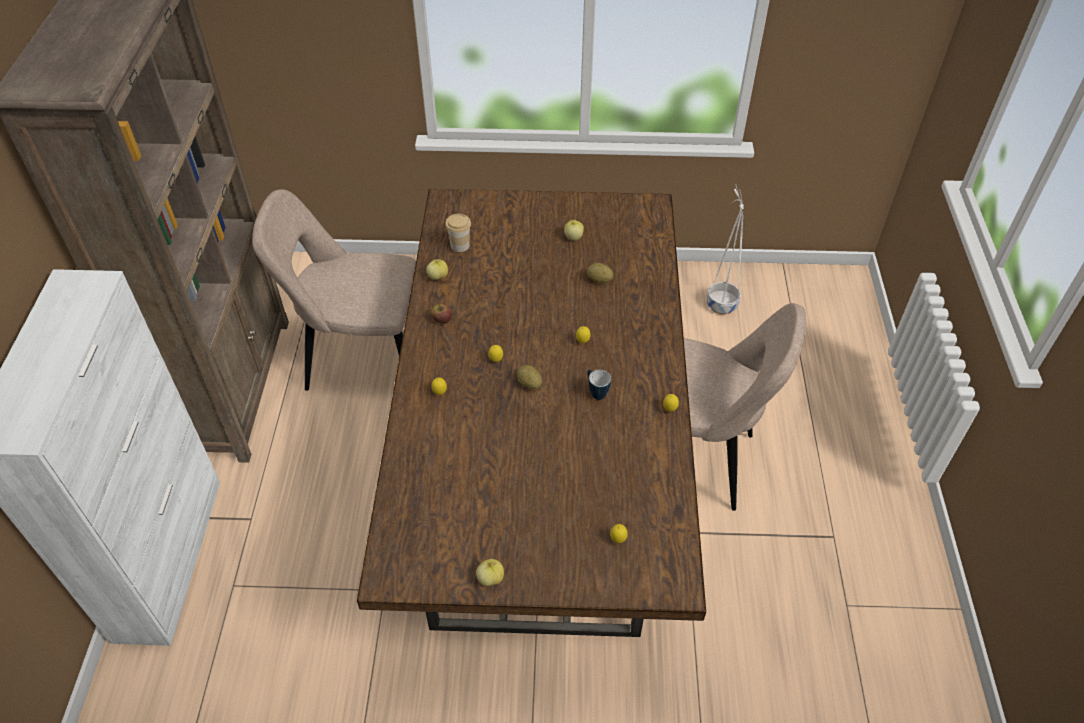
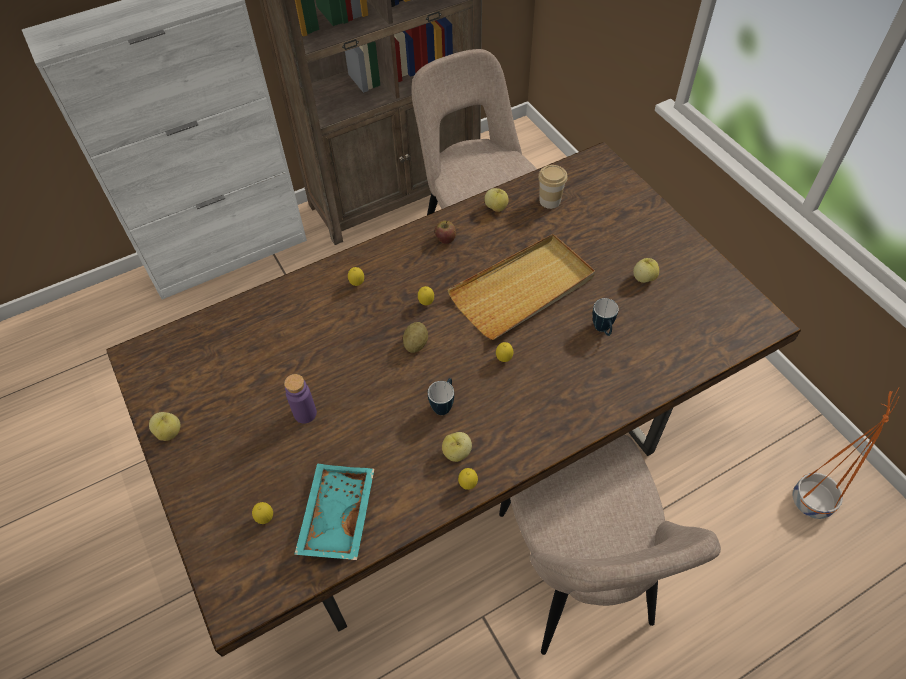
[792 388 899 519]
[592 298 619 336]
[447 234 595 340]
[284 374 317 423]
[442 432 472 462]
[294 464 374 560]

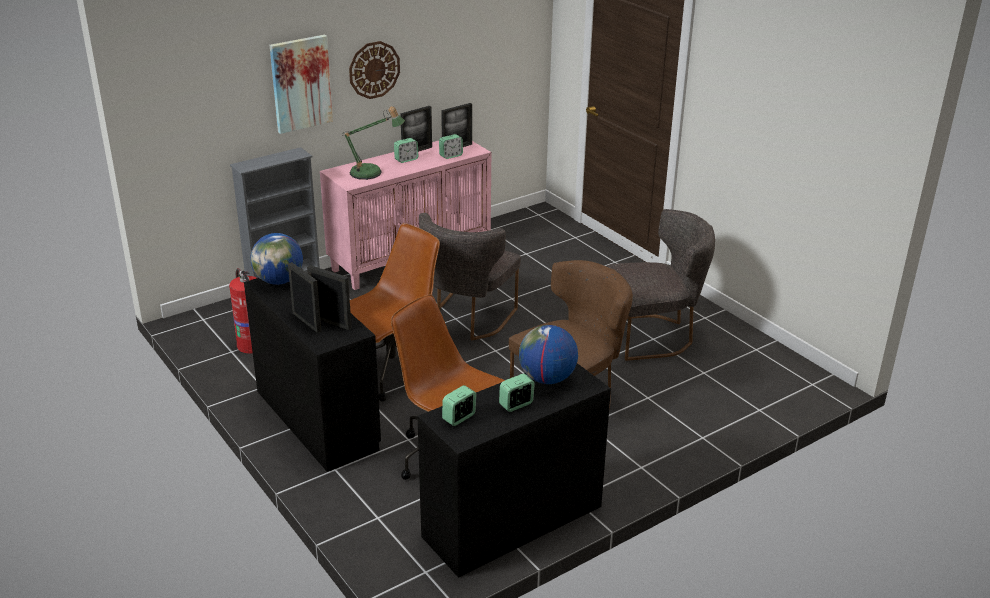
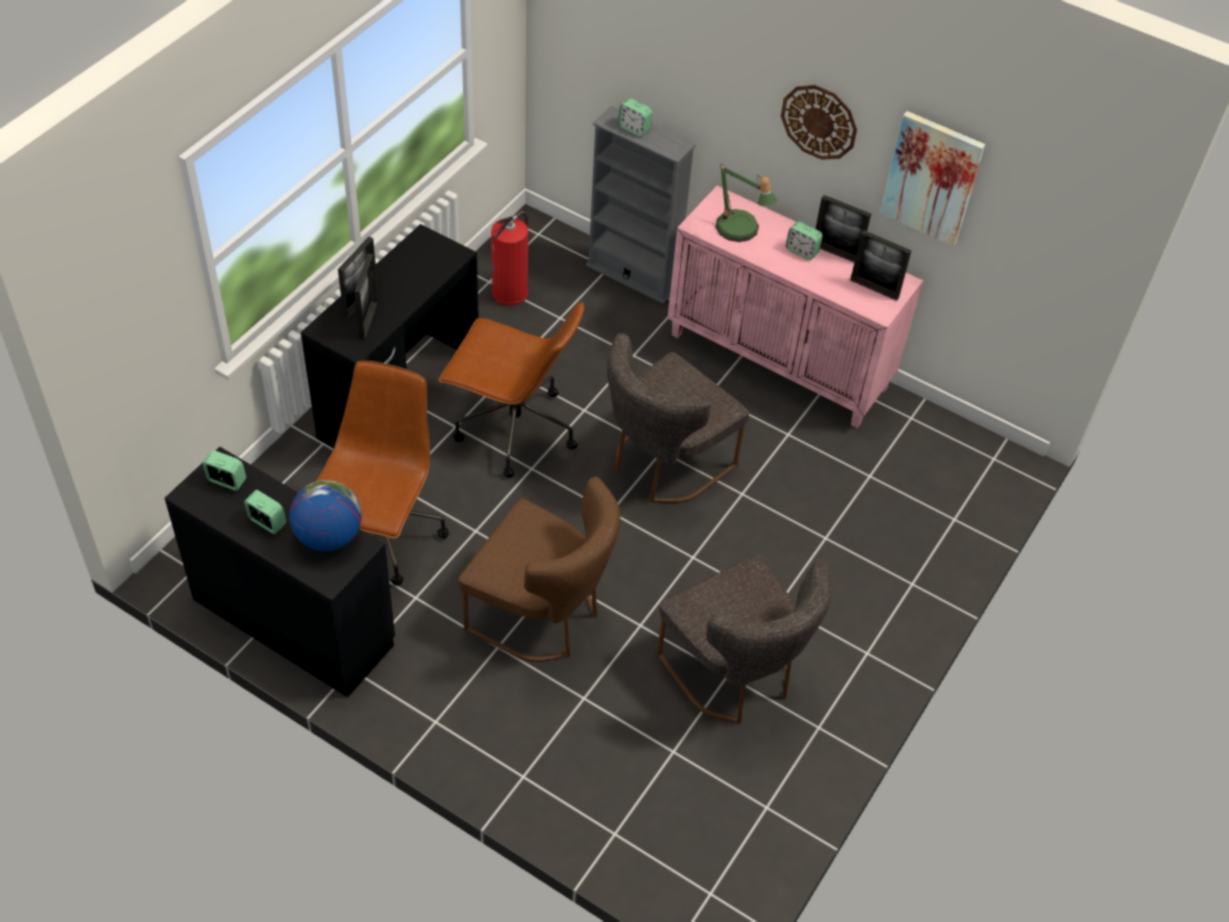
[880 111 985 246]
[618 98 652 137]
[607 333 749 503]
[250 233 303 285] (first image)

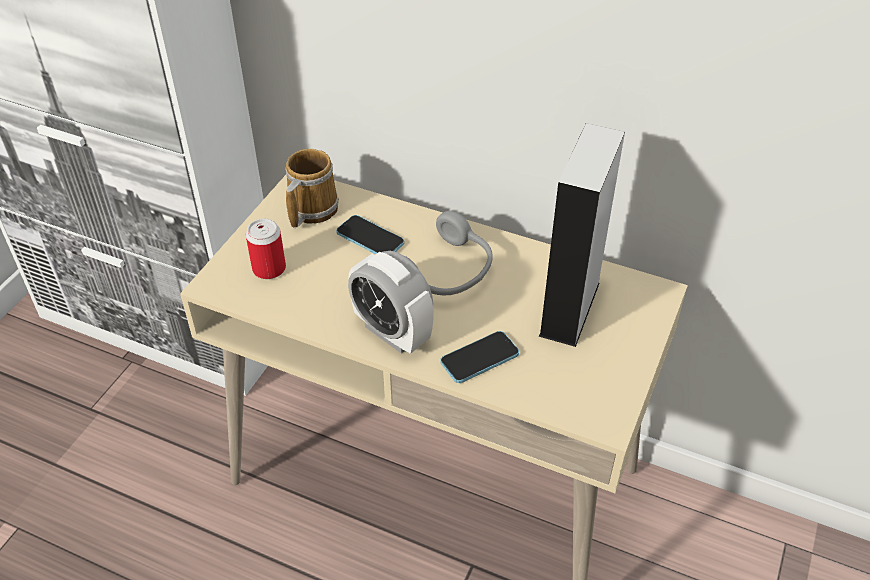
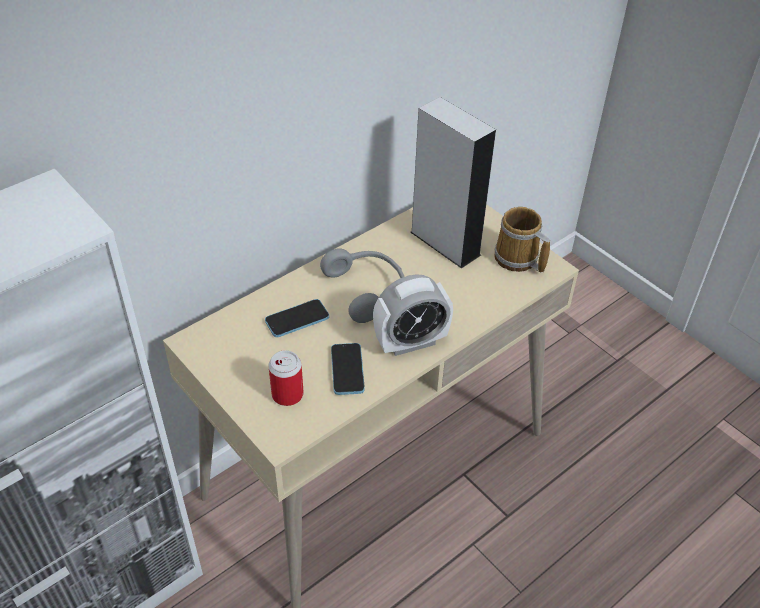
[494 207 550 273]
[331 343 365 395]

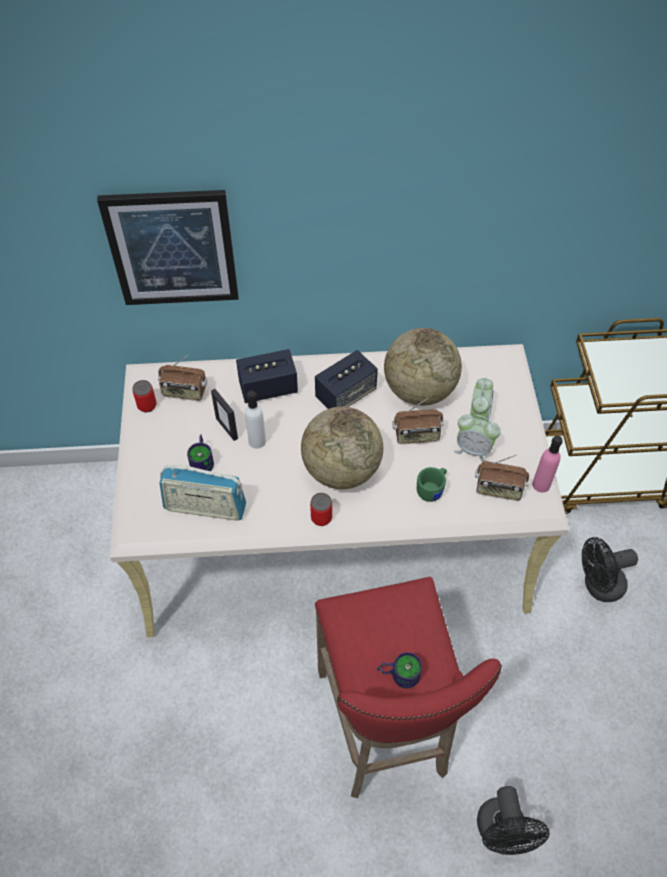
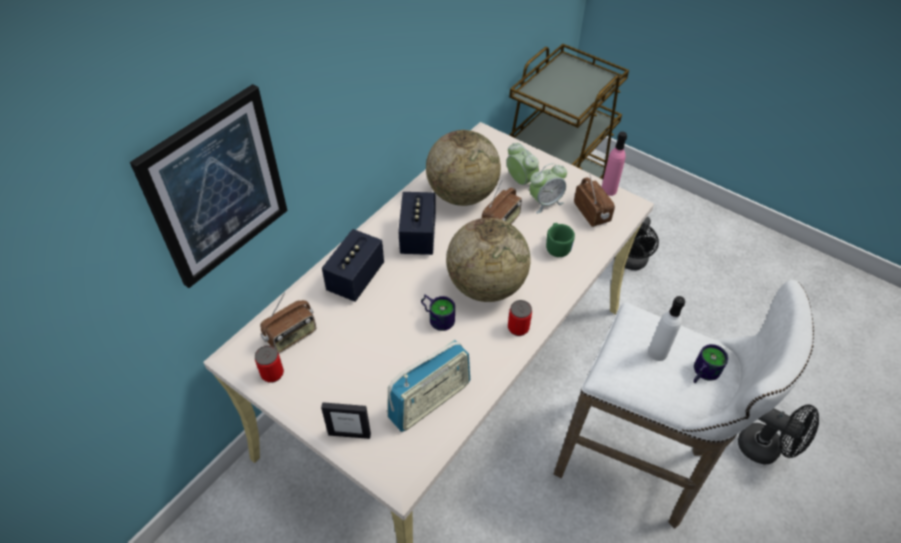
[321 402 371 439]
[648 296 685 361]
[421 294 455 331]
[574 174 615 227]
[554 280 814 529]

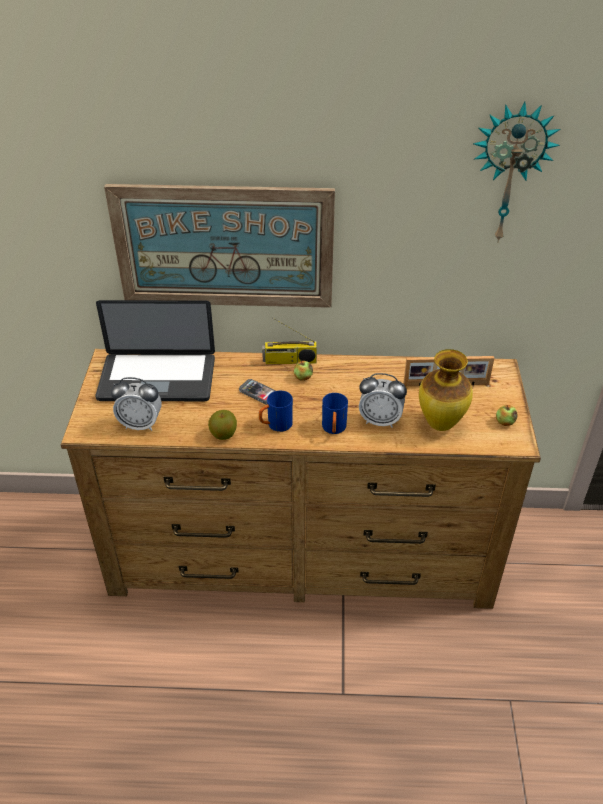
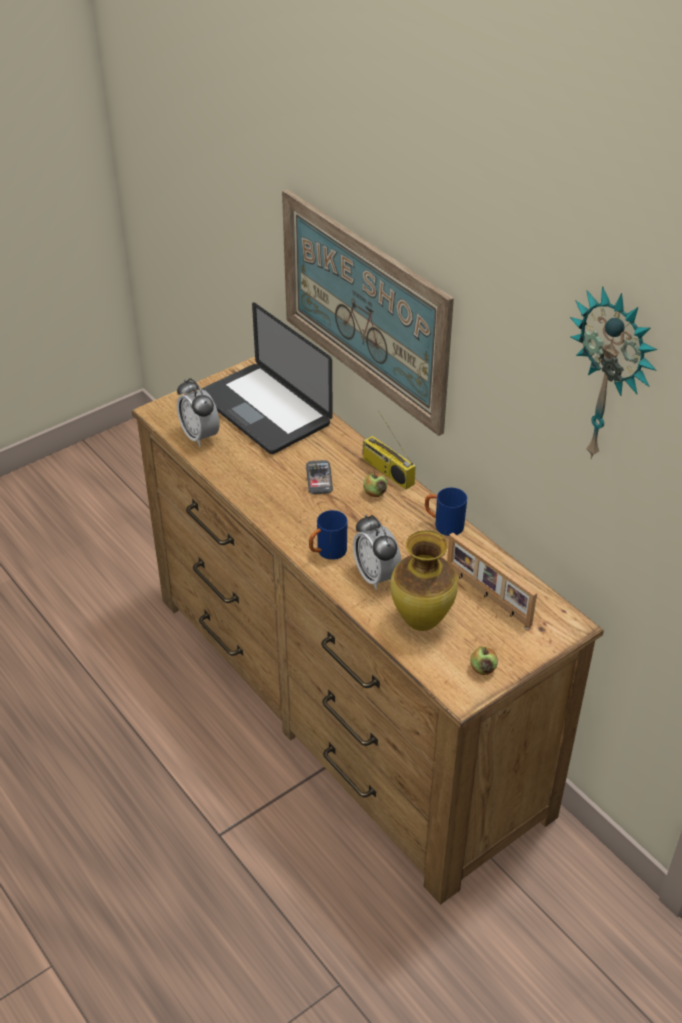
[425 487 467 536]
[208 410 237 440] (first image)

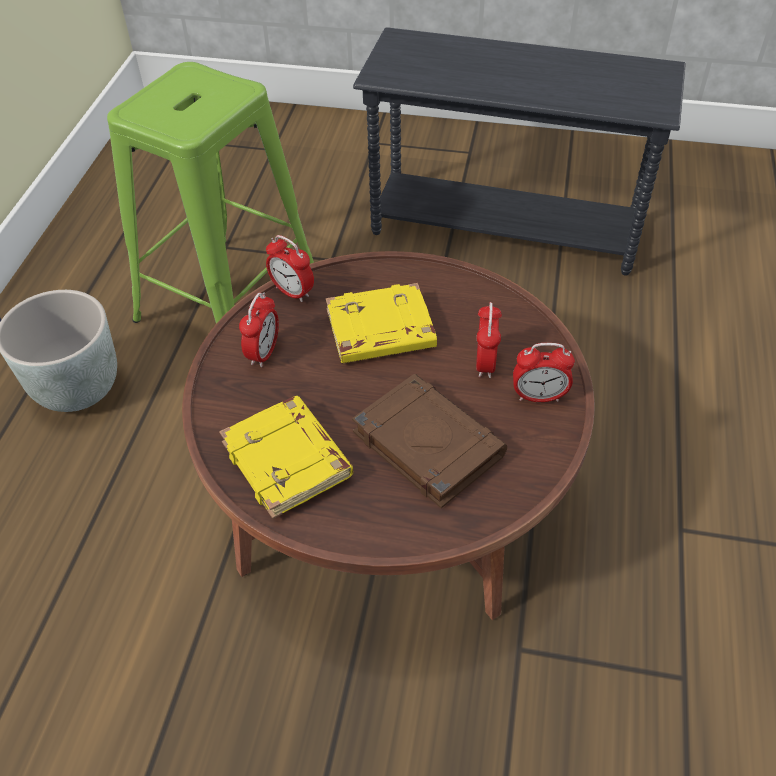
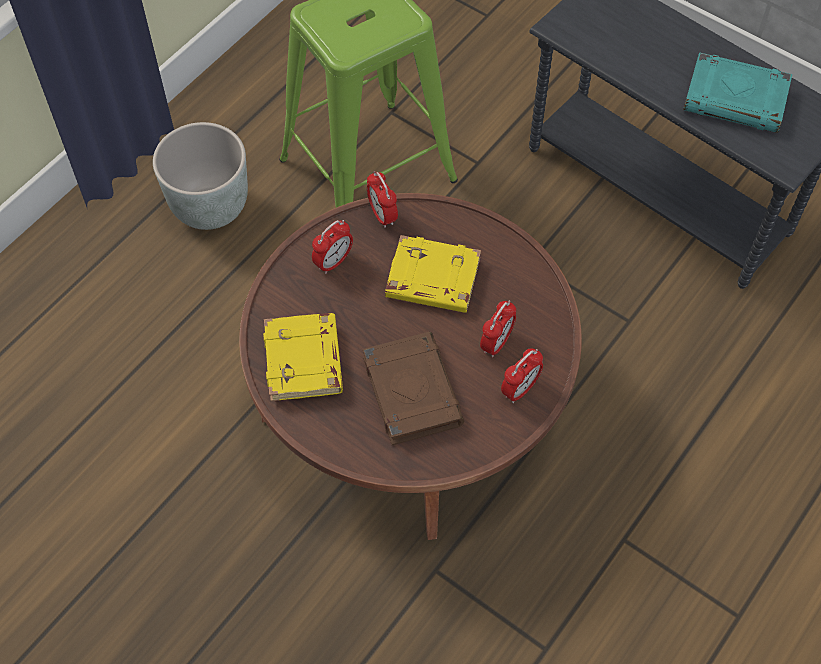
[501 349 543 403]
[683 52 792 133]

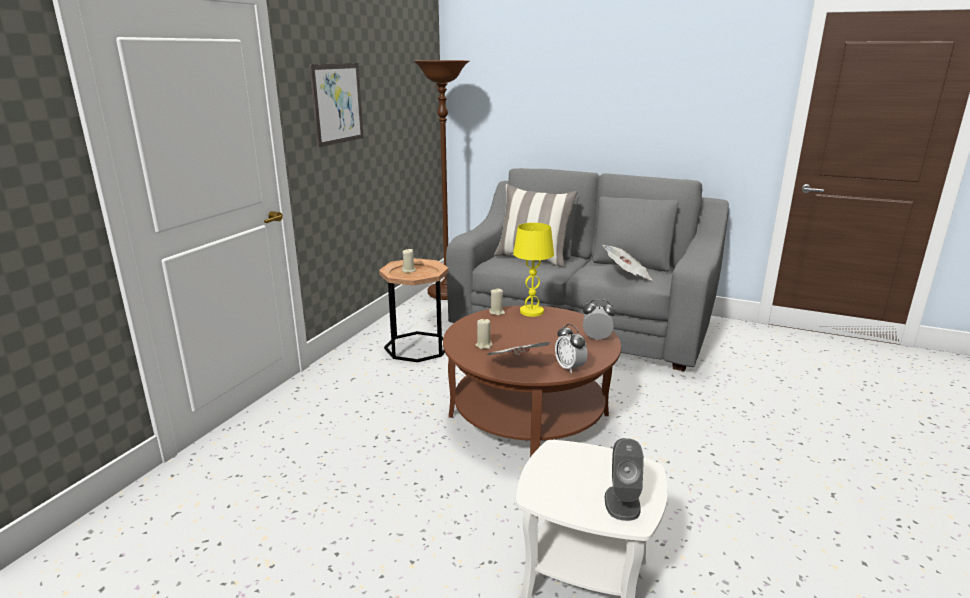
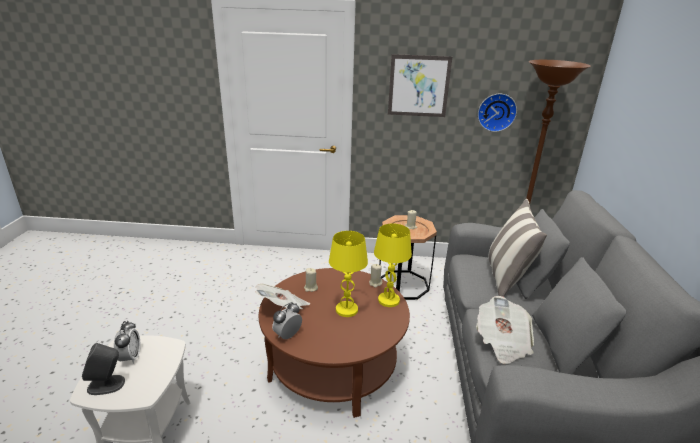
[114 321 141 364]
[478 94 517 132]
[329 231 368 317]

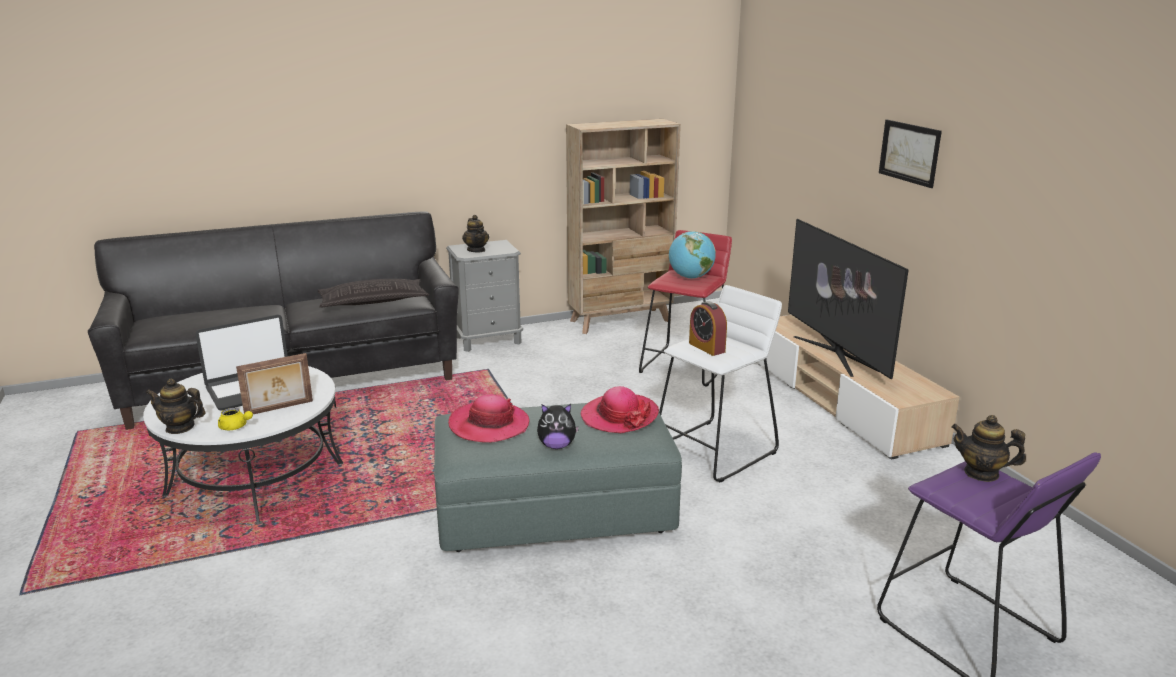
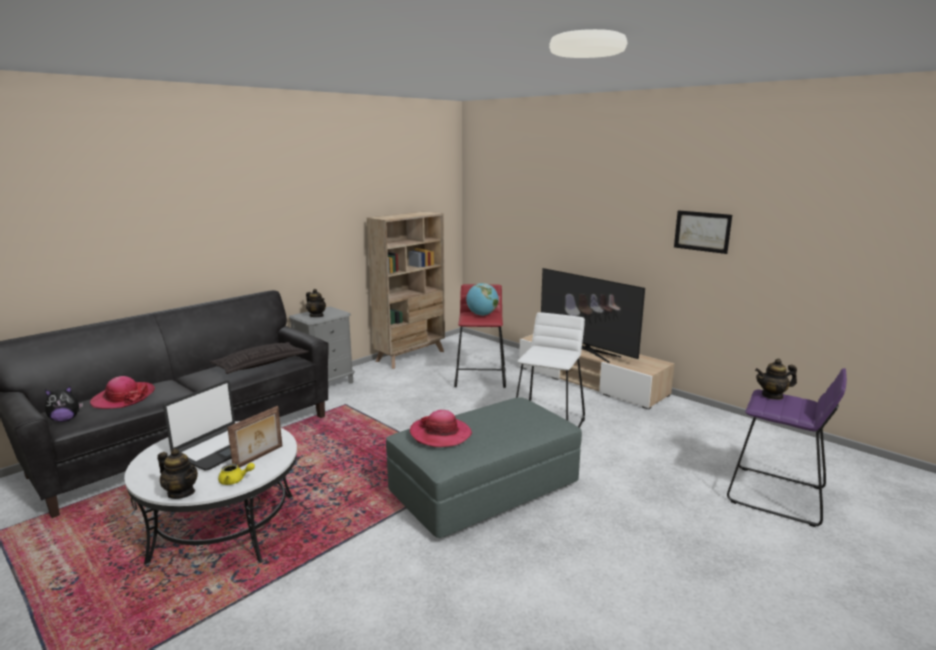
[674 210 732 254]
[689 301 727 356] (first image)
[158 448 198 499]
[90 376 155 409]
[45 386 83 422]

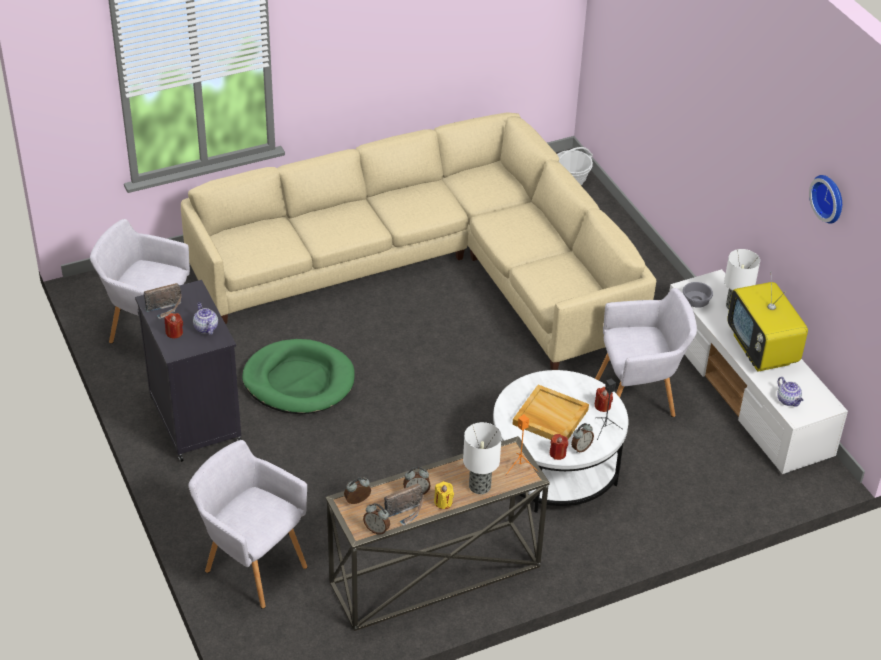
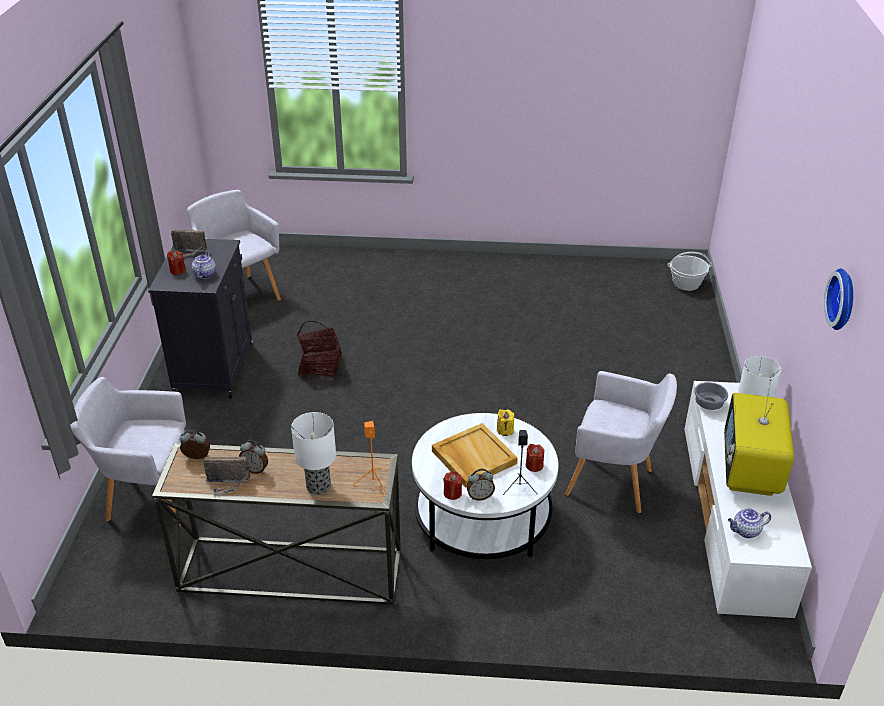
[181 112 656 370] (first image)
[297 321 342 378]
[728 508 771 538]
[70 377 186 527]
[497 409 514 436]
[363 503 390 535] (first image)

